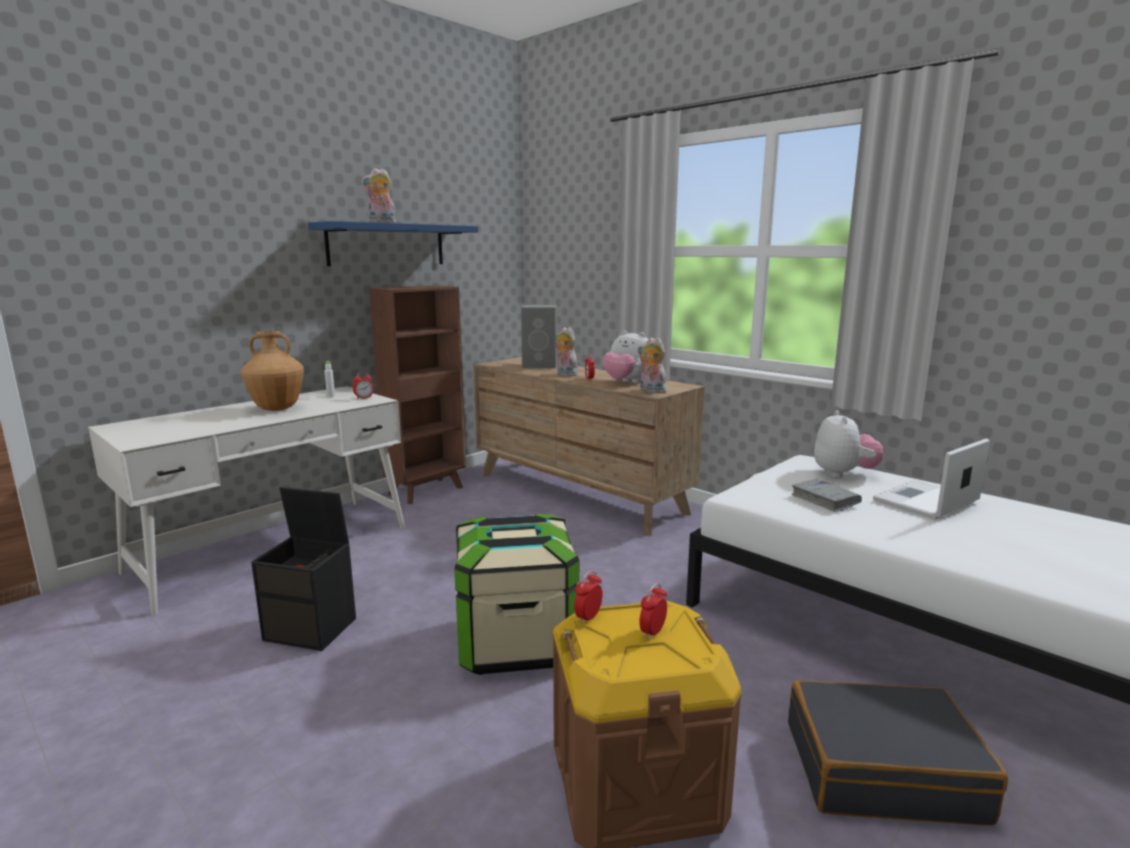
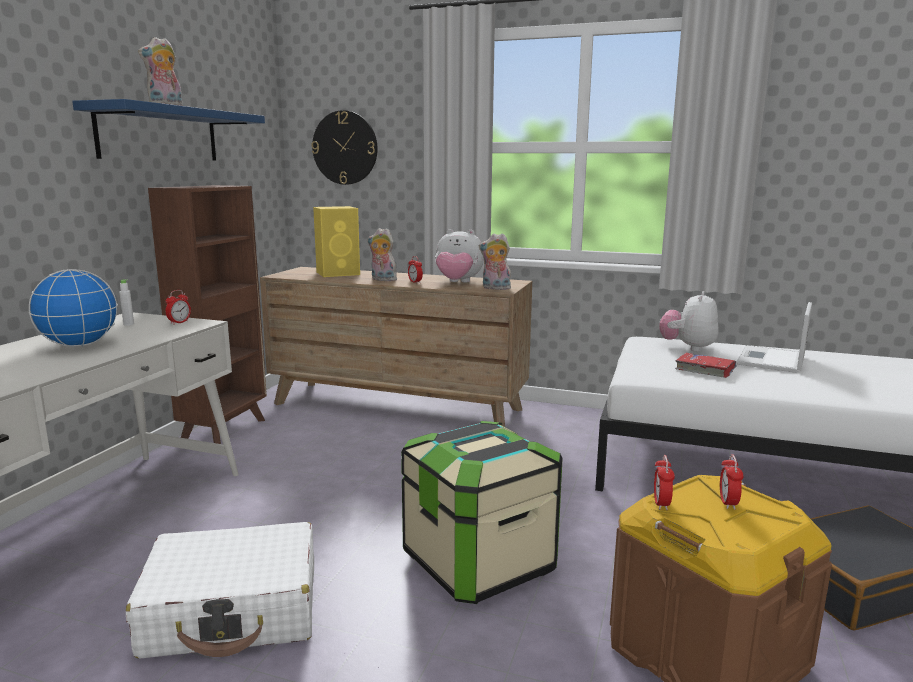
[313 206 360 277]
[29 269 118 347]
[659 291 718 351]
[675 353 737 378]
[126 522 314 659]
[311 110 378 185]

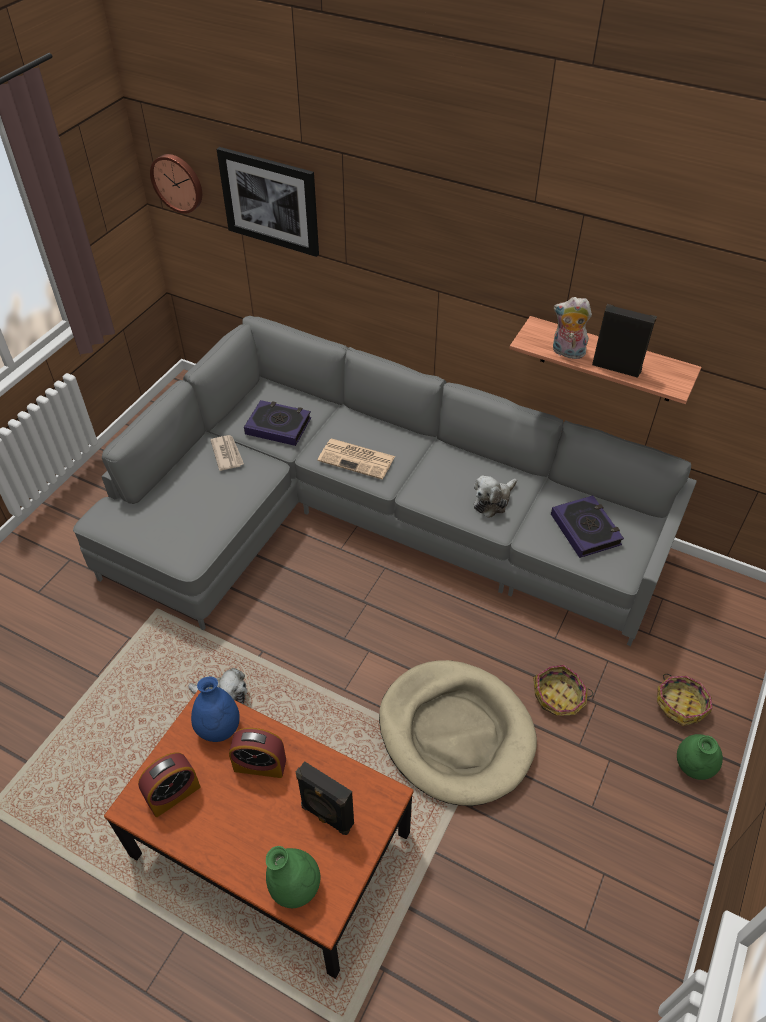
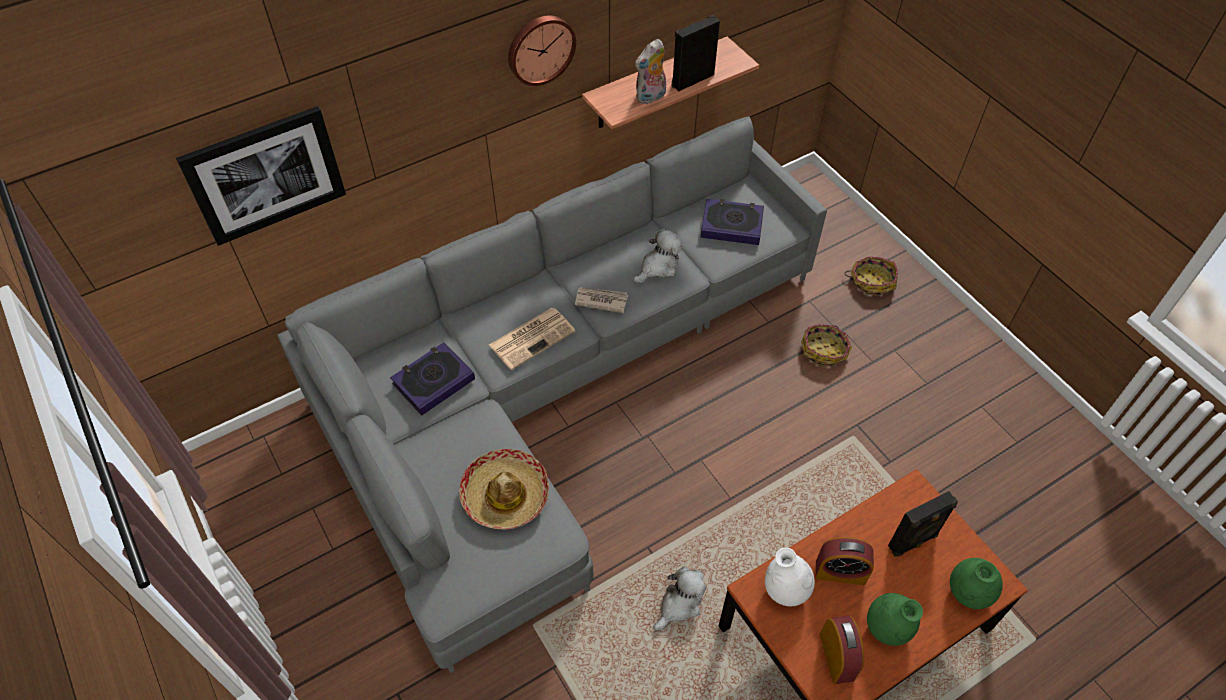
[508 15 576 86]
[575 287 628 313]
[633 228 682 283]
[379 660 537 806] (first image)
[765 548 815 606]
[816 537 874 585]
[867 593 923 646]
[459 449 549 530]

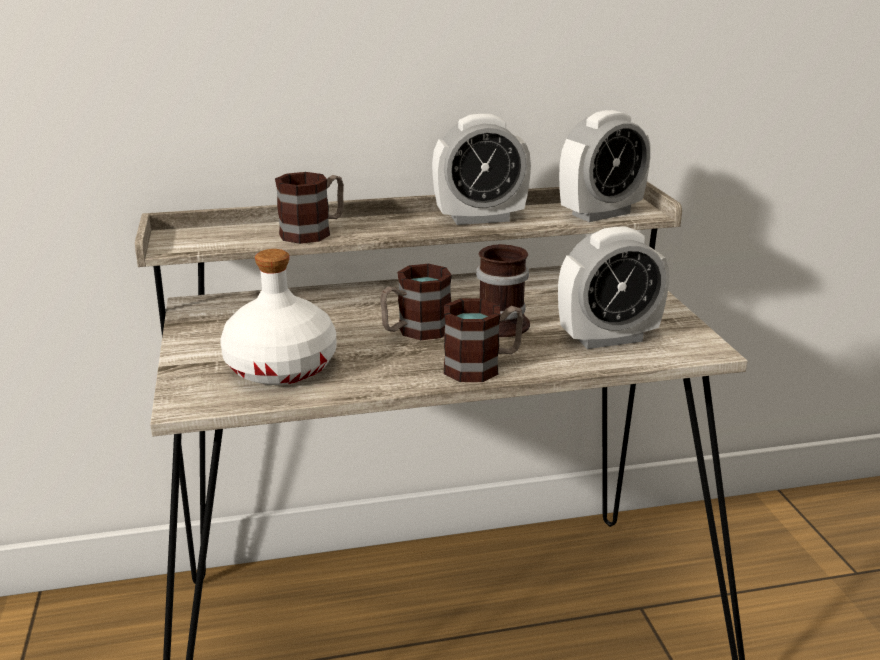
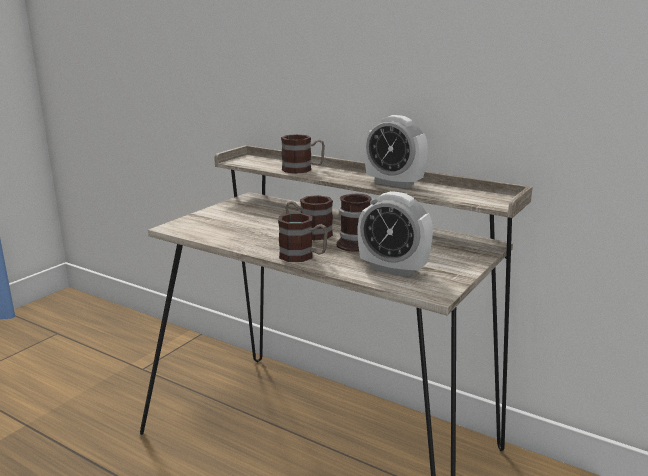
[559 110 650 222] (first image)
[220 249 336 385] (first image)

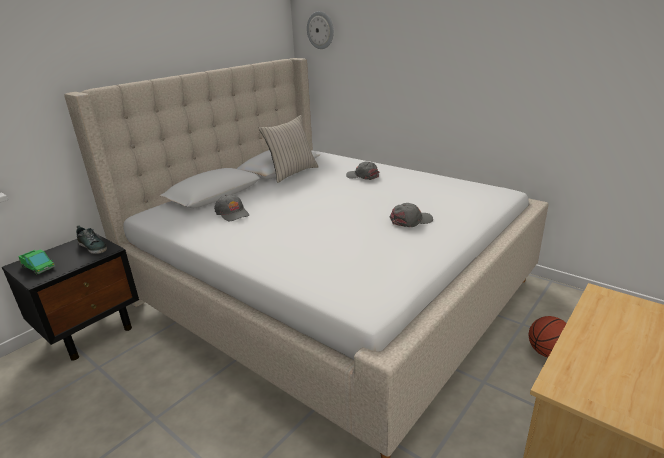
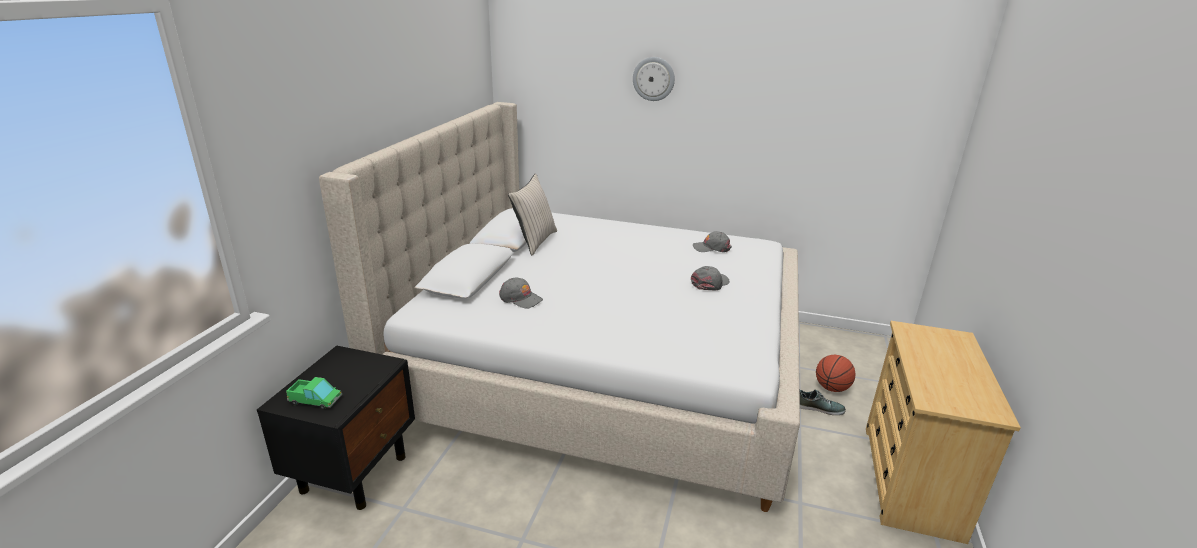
[633 57 675 101]
[693 231 732 252]
[800 389 846 415]

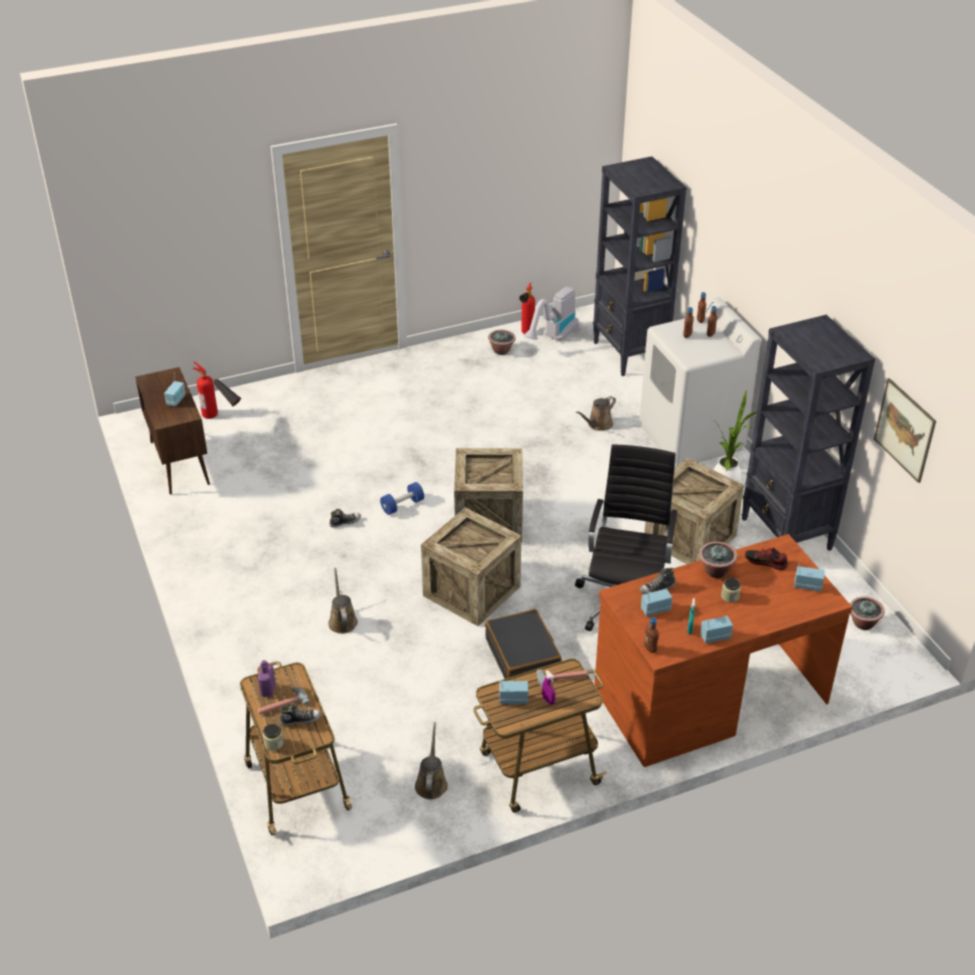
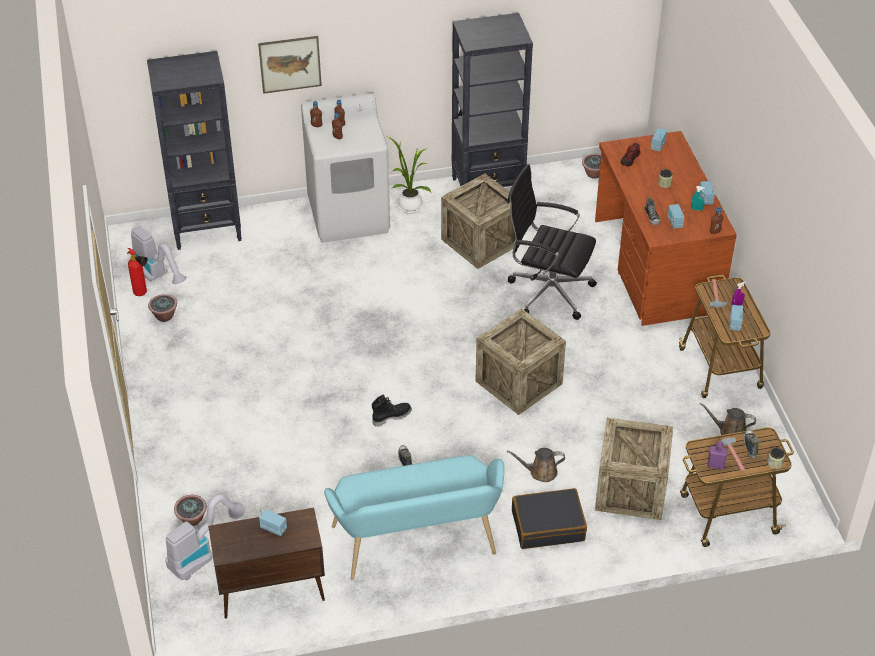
[165 494 245 580]
[258 36 322 94]
[576 396 616 431] (first image)
[595 418 673 520]
[372 394 412 427]
[174 495 207 526]
[512 488 587 549]
[324 455 504 580]

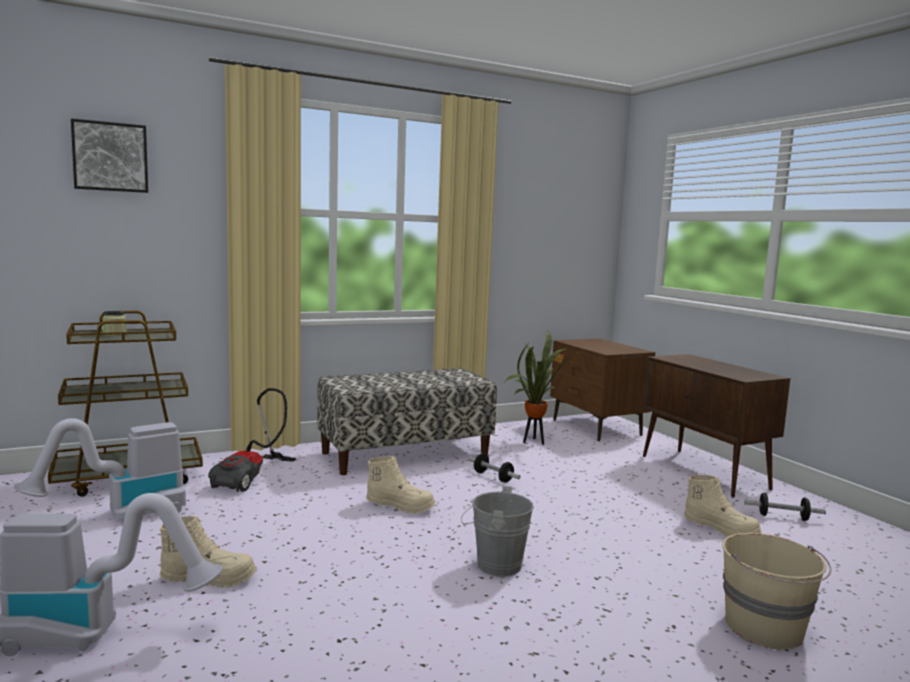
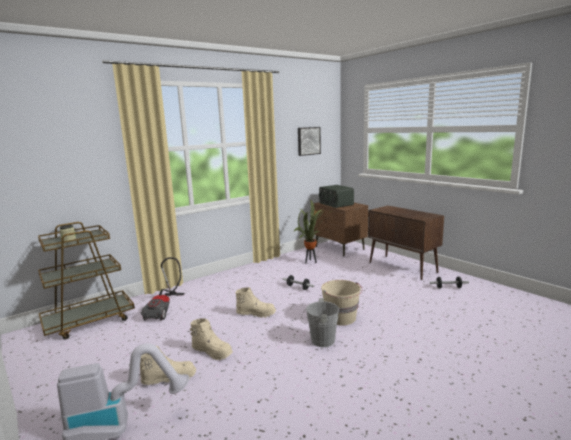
[298 127 321 156]
[317 368 497 475] (first image)
[14 418 186 521] (first image)
[190 318 233 360]
[321 280 362 325]
[319 185 354 208]

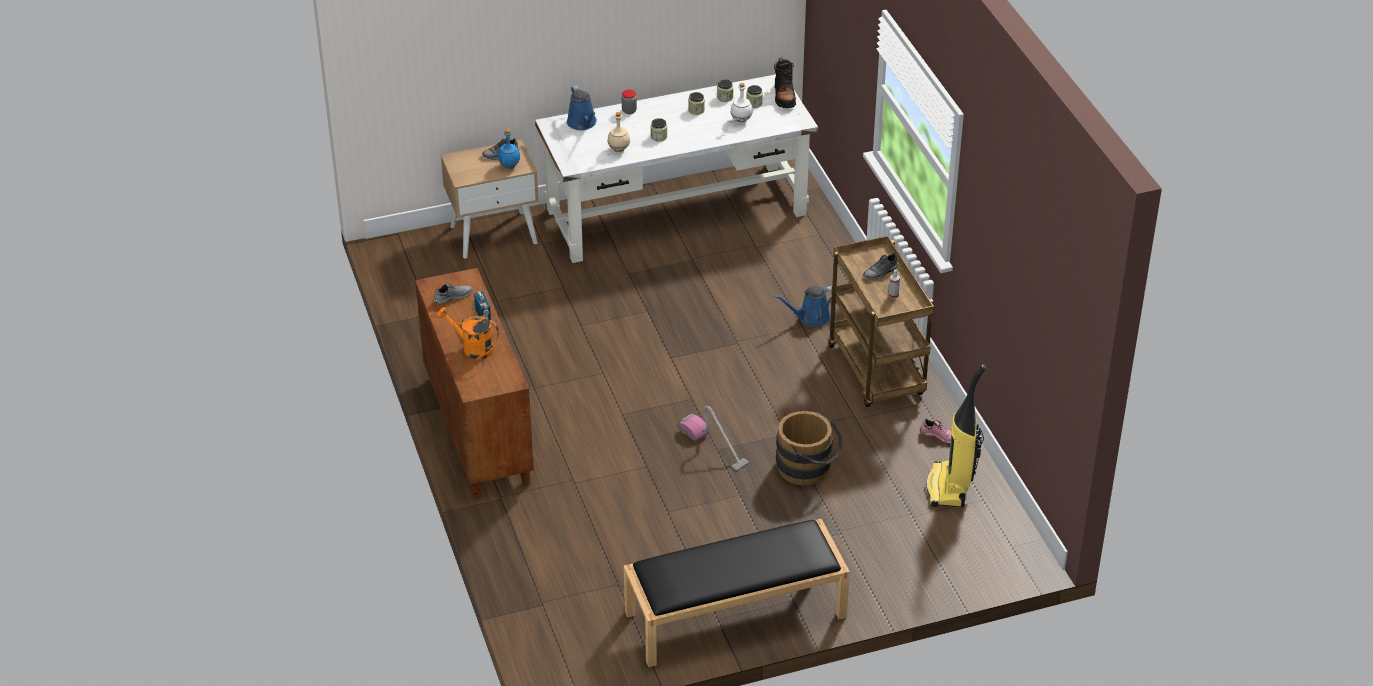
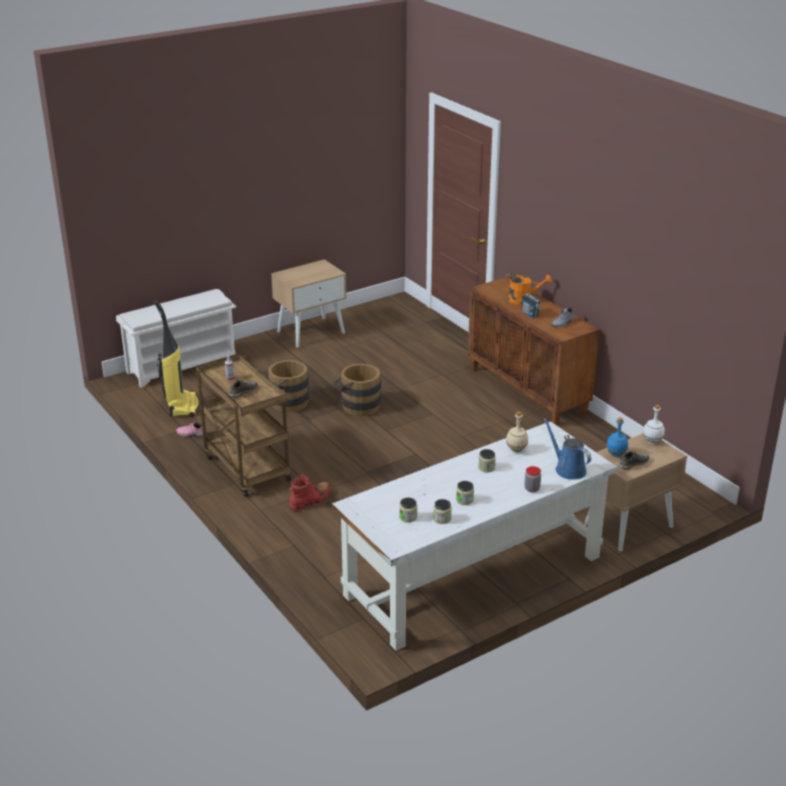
[774 57 796 108] (first image)
[643 405 665 444]
[288 474 332 511]
[333 364 381 416]
[271 259 347 347]
[116 289 236 388]

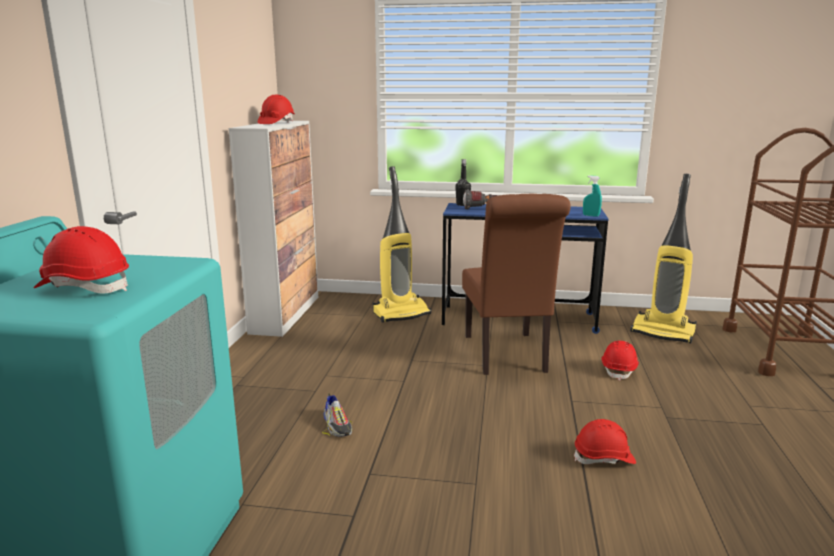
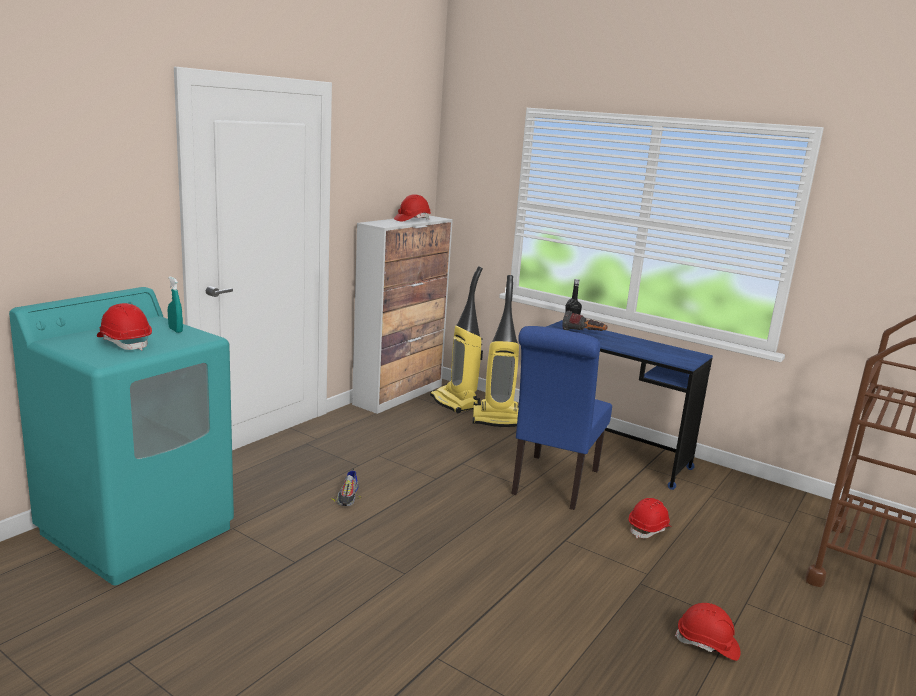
[430 266 483 413]
[168 276 183 333]
[512 326 612 510]
[675 603 740 661]

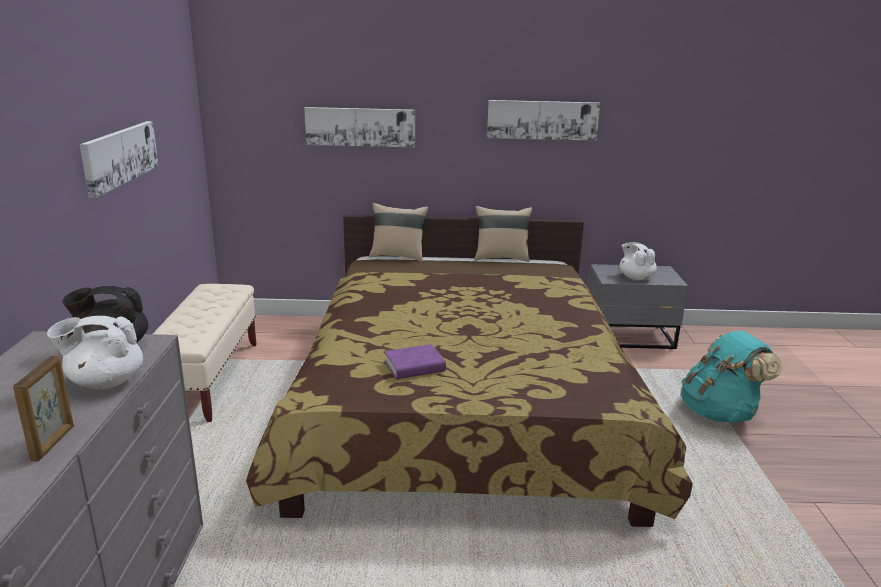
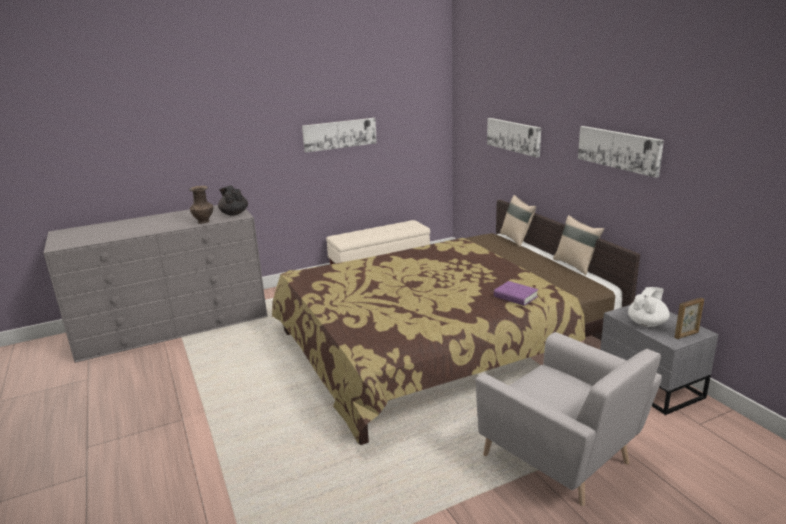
[189 186 213 224]
[475 332 662 506]
[494 281 538 306]
[674 298 704 339]

